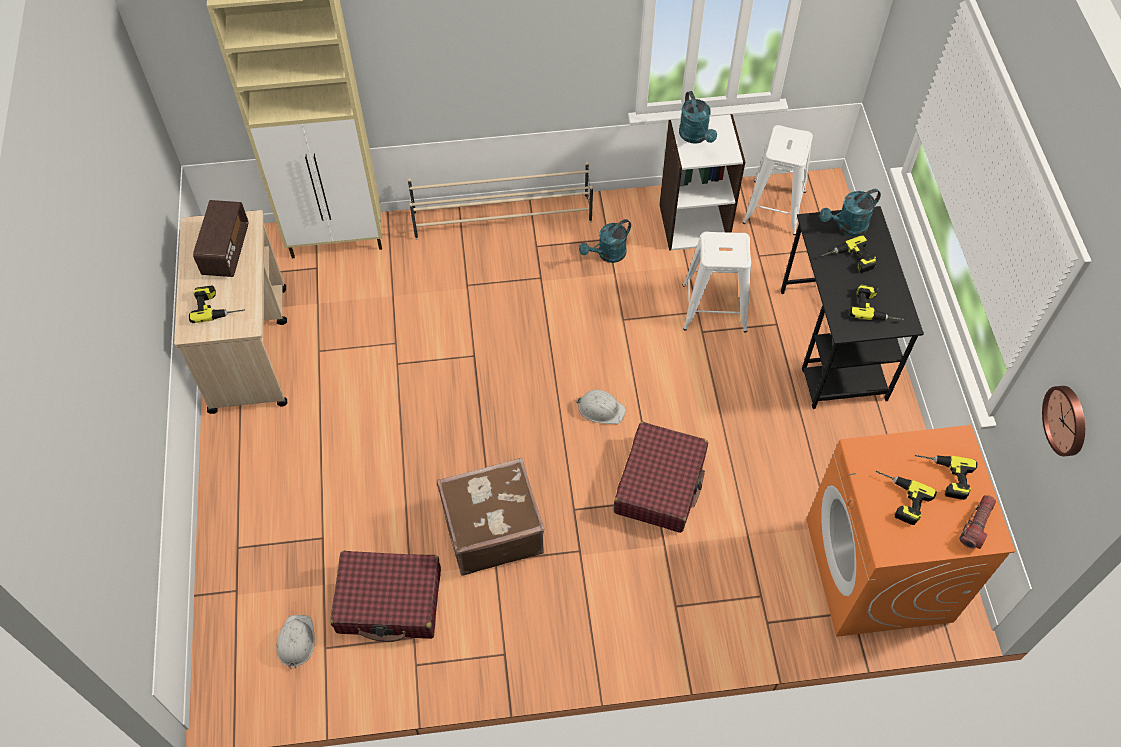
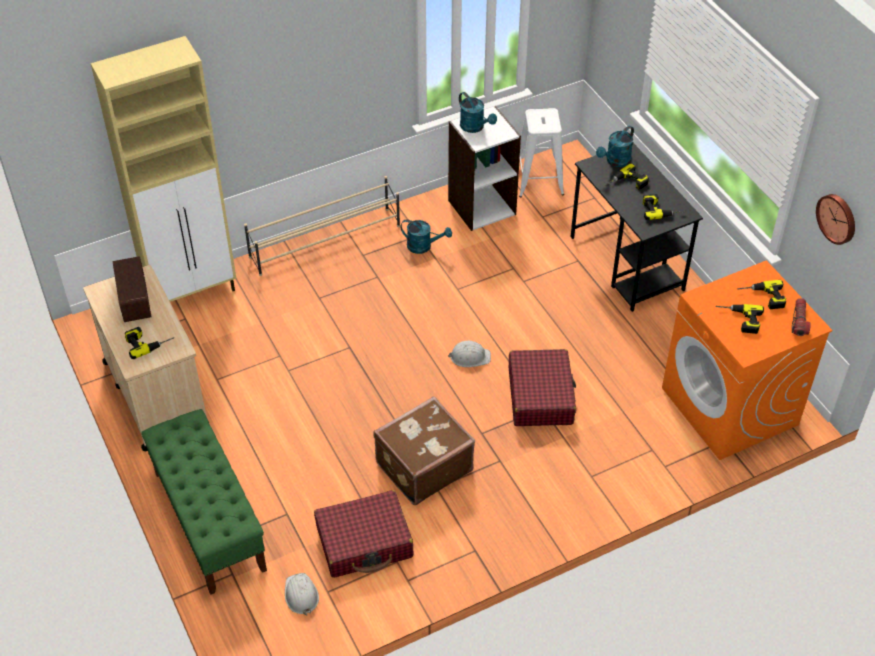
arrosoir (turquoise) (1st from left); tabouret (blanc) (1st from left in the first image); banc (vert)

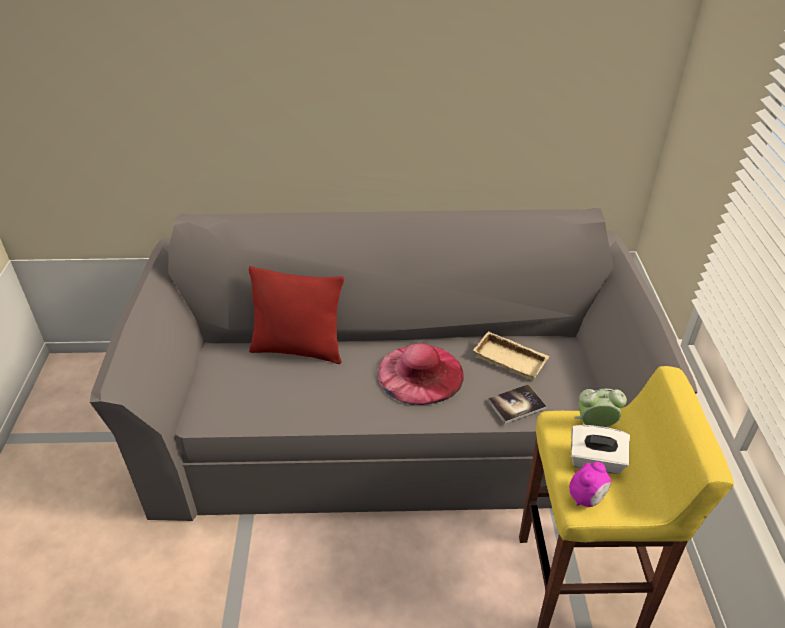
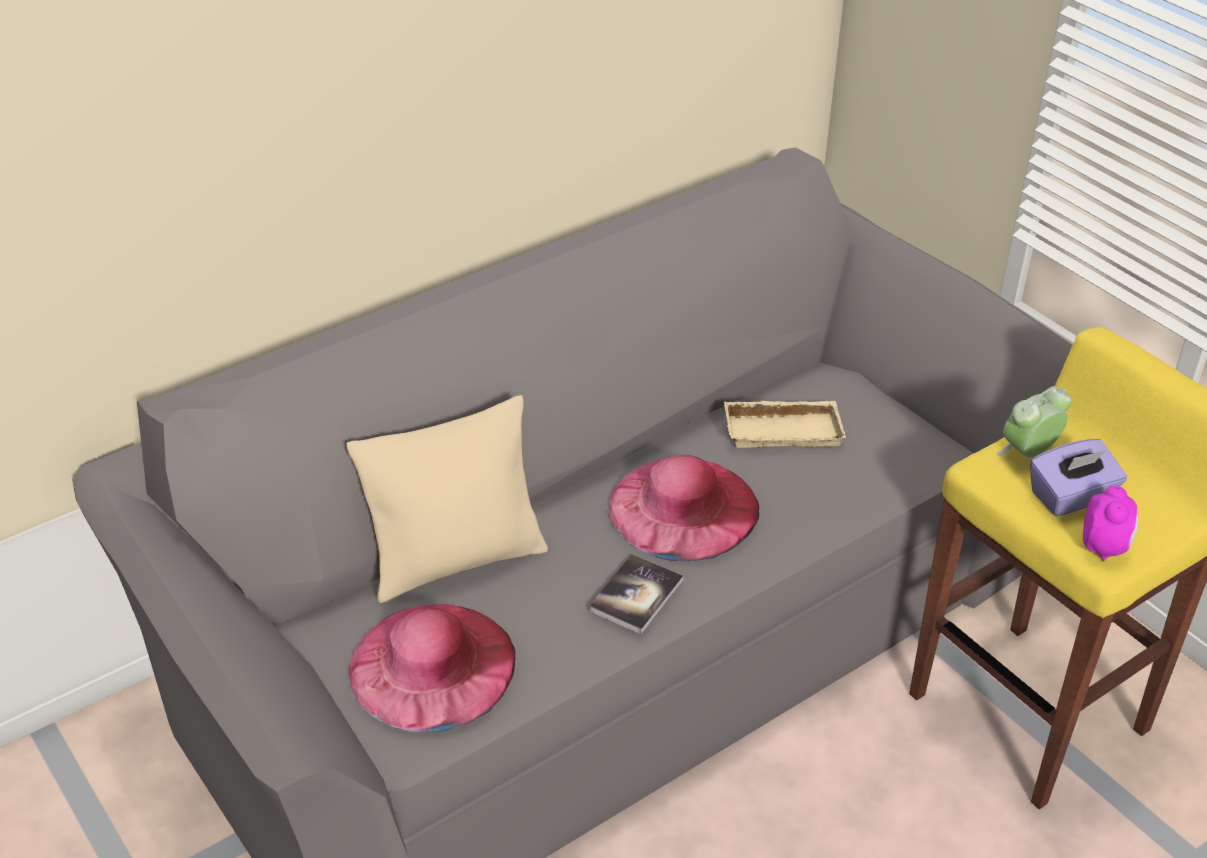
coussin (beige); livre; boîte à mouchoirs (violet); chapeau (rose) (1st from left)

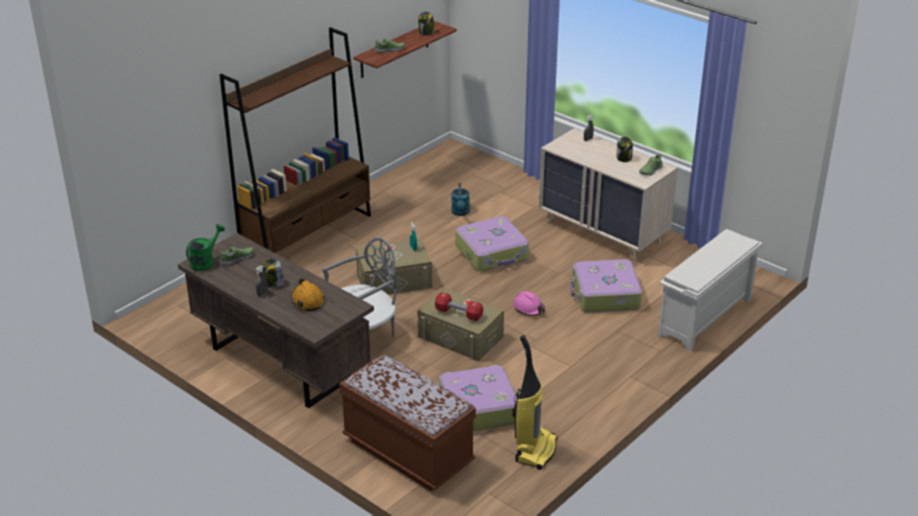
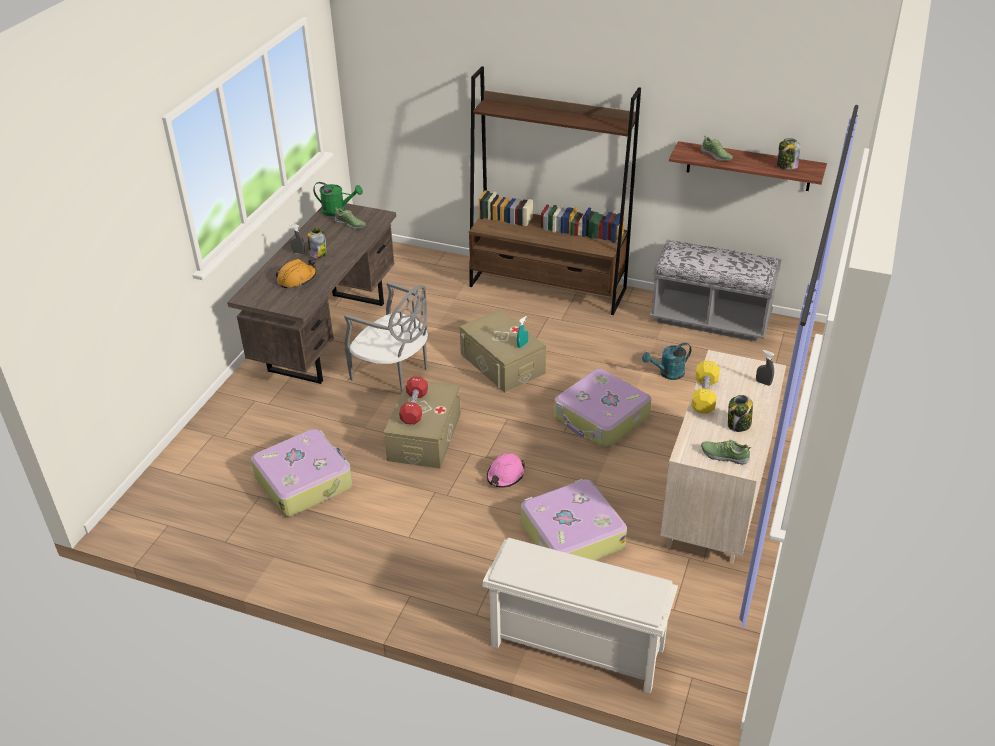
aspirateur; banc (marron); banc (gris); haltère (jaune)

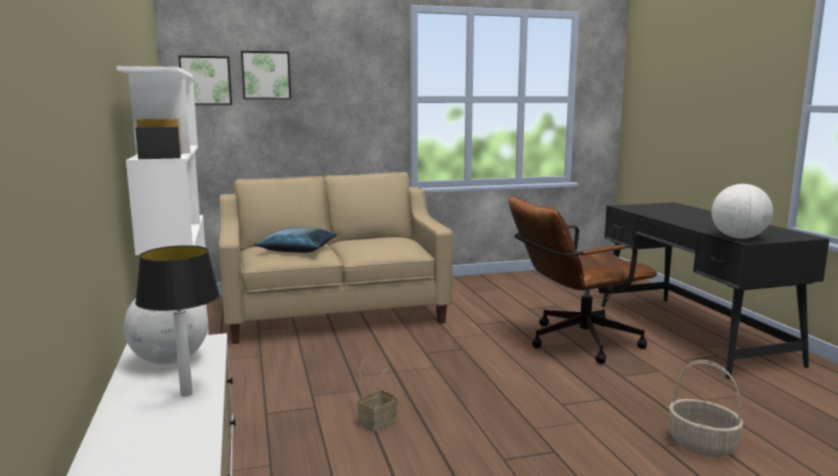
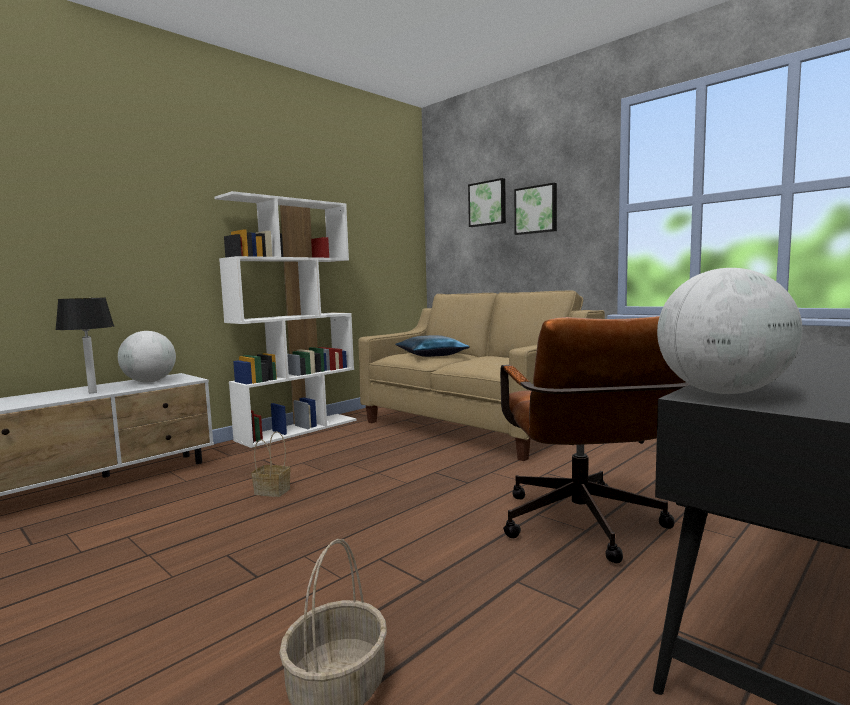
tableau (2nd from left); chaise de bureau (marron)

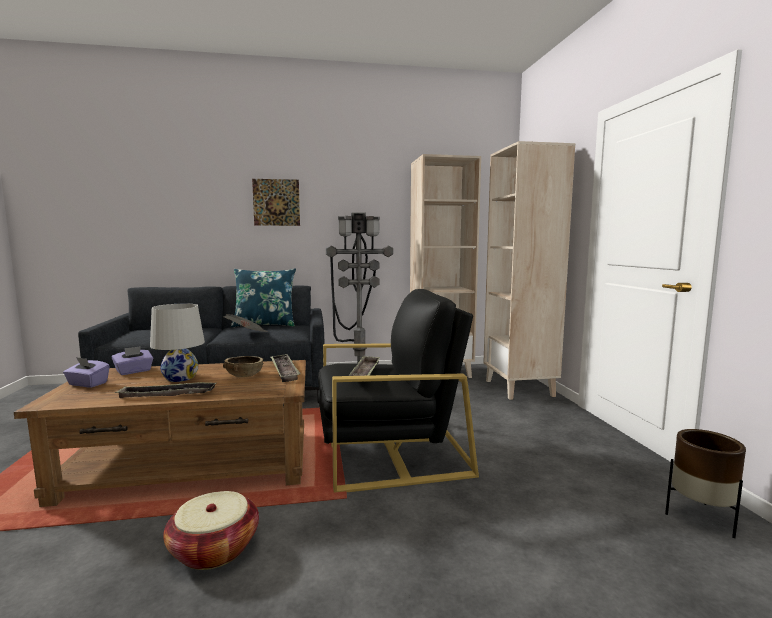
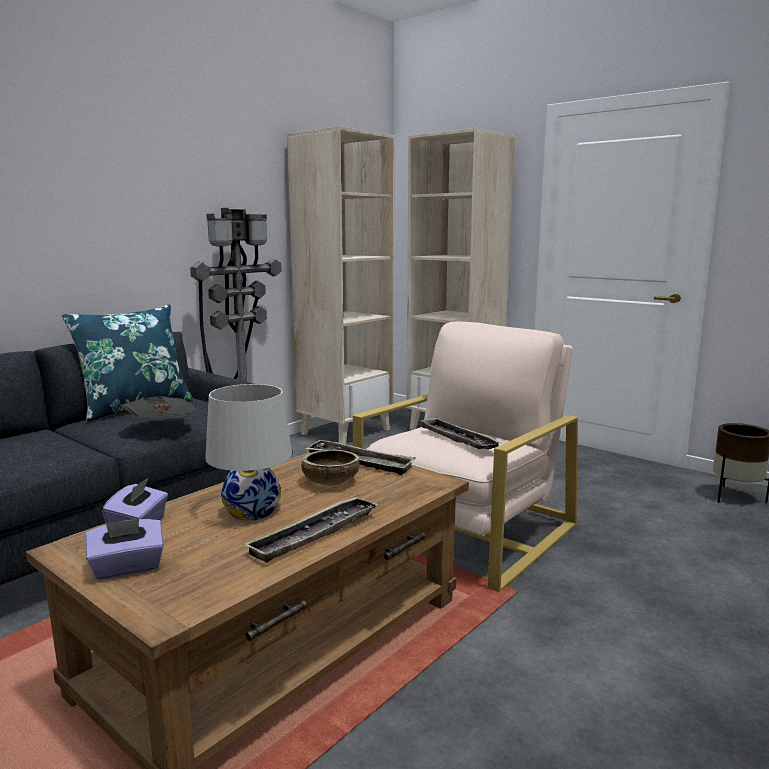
tableau; fauteuil (beige); panier

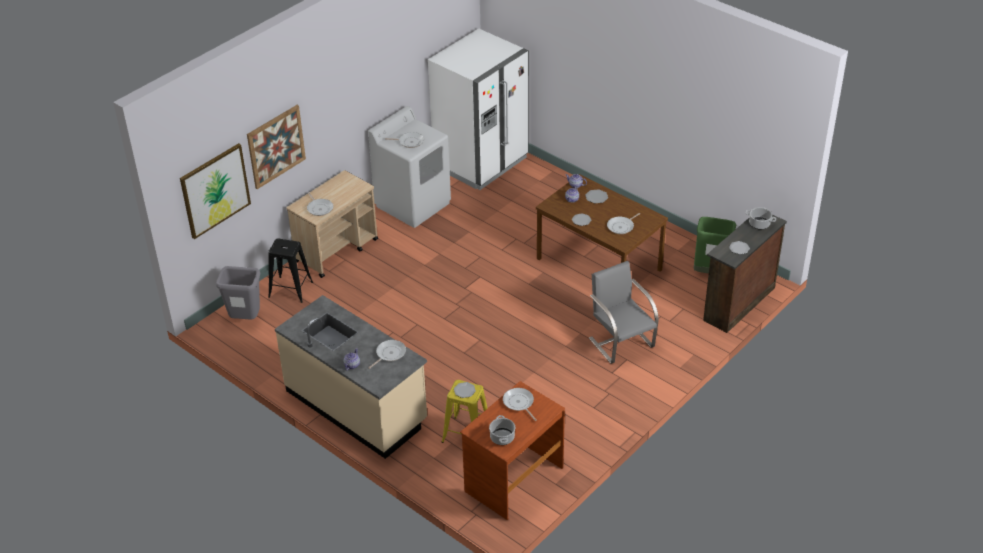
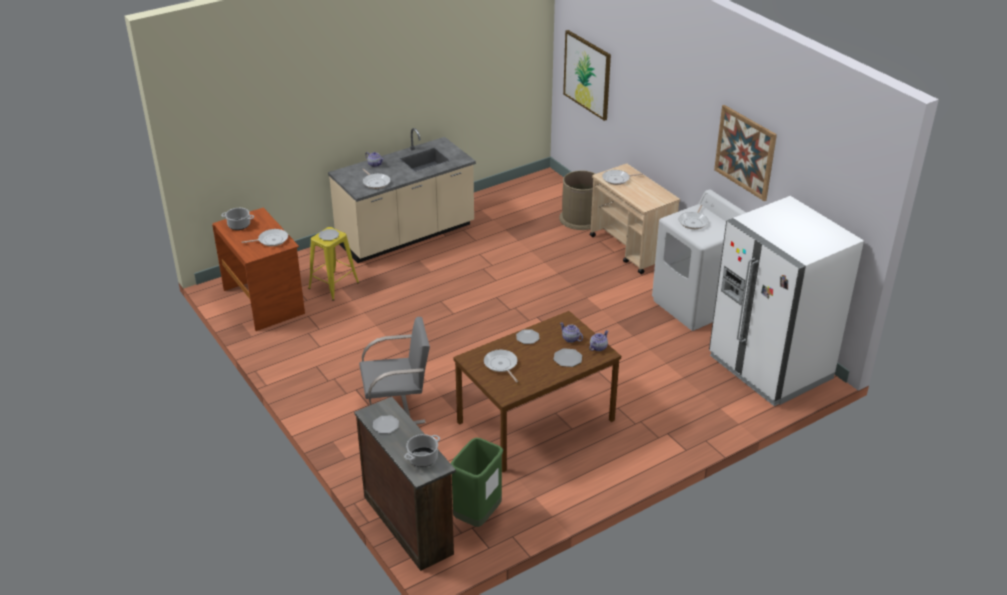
tableau (2nd from left); poubelle (marron); poubelle (gris)

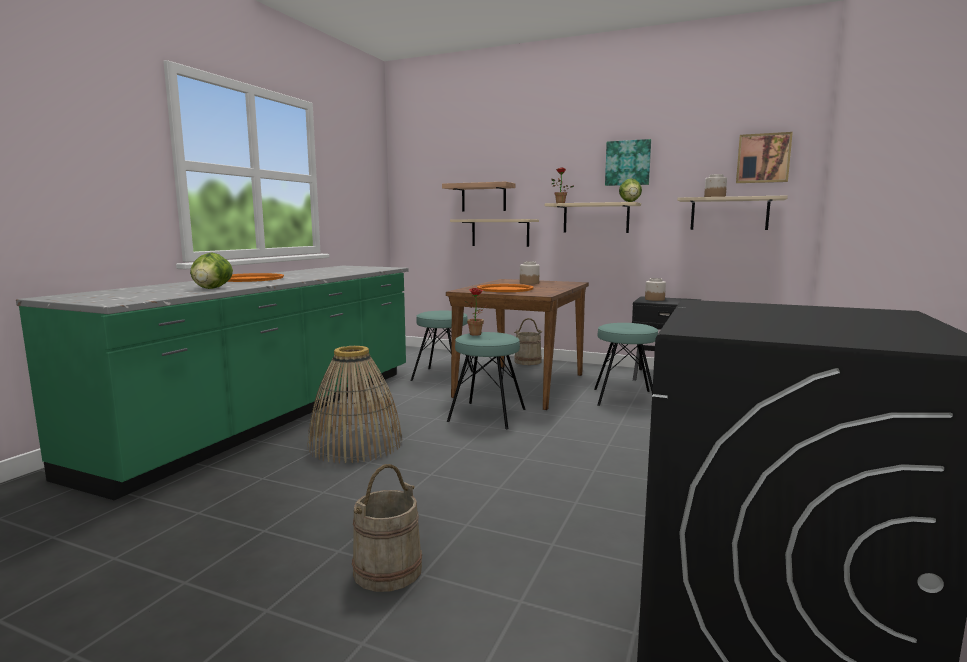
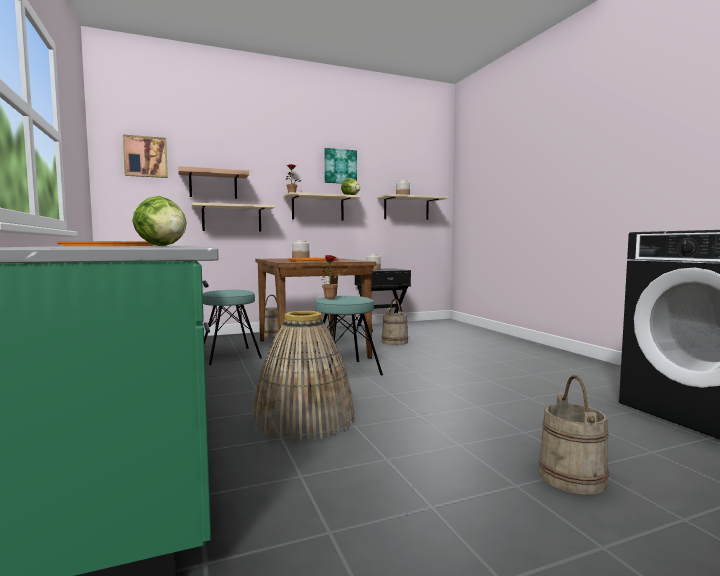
tableau (1st from left); seau (beige) (2nd from left)

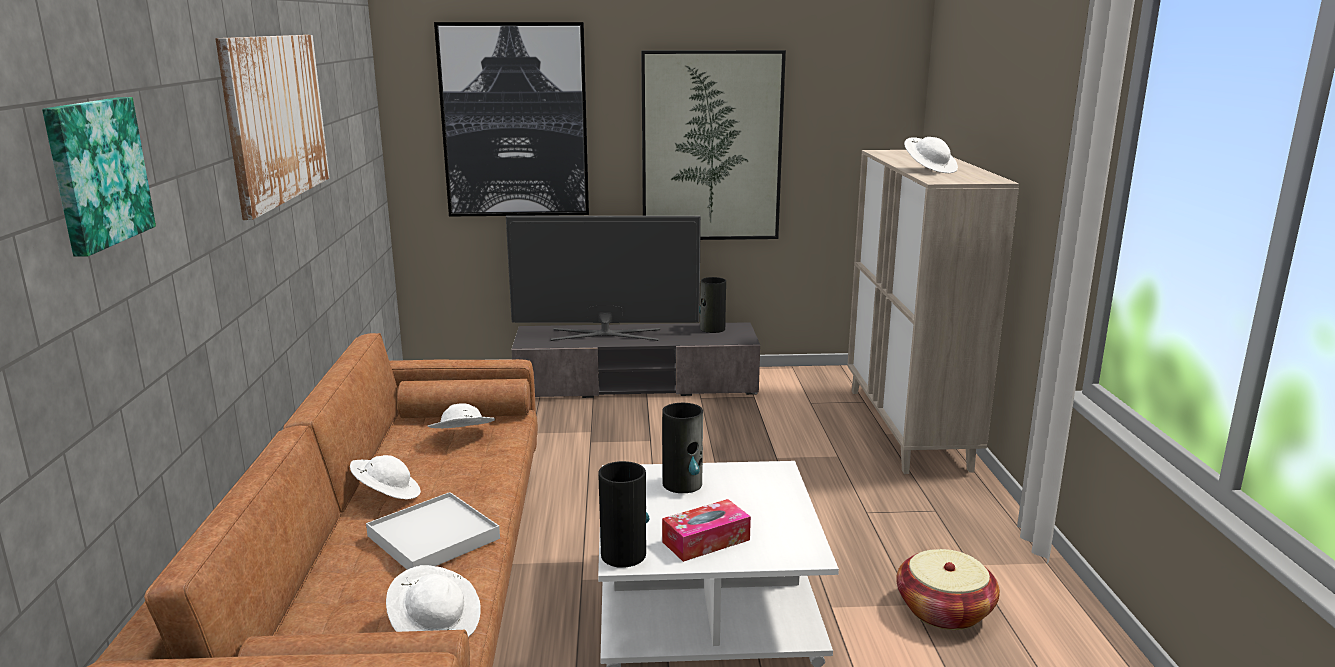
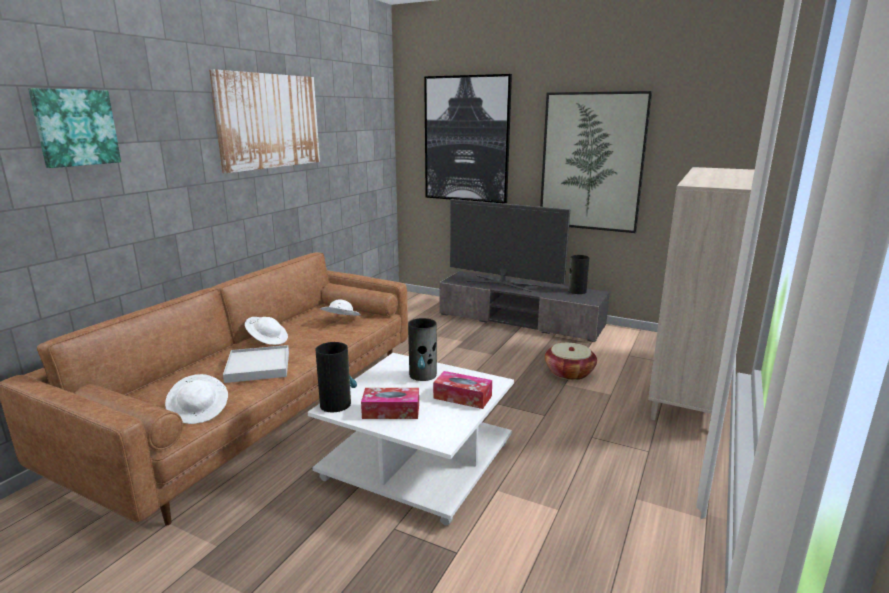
chapeau (blanc) (4th from left in the first image); panier; boîte à mouchoirs (2nd from left)

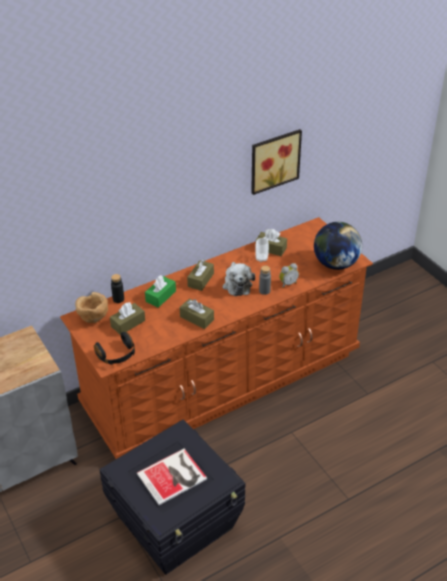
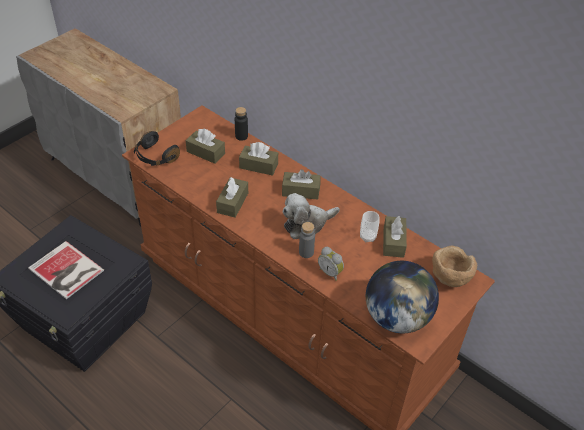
tableau; boîte à mouchoirs (marron) (3rd from left); bol (marron)

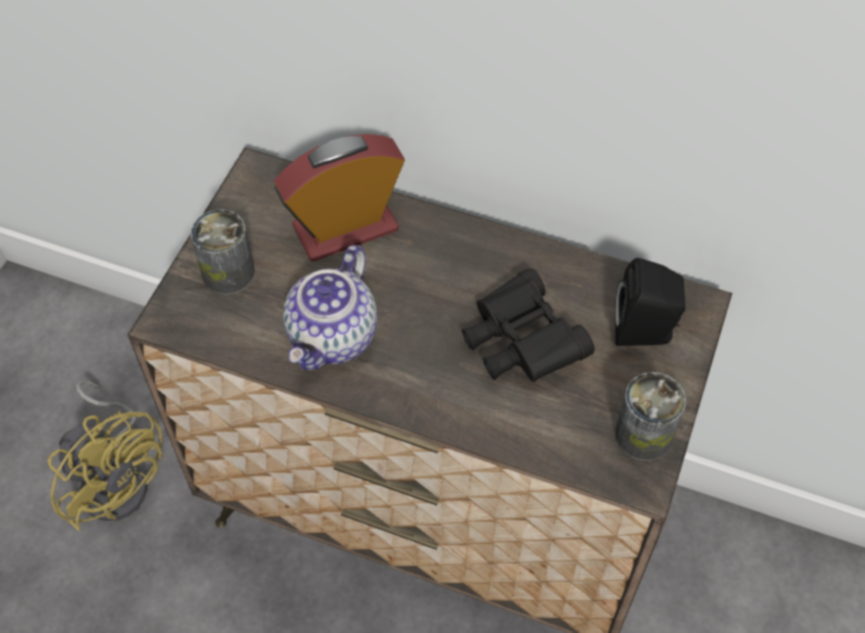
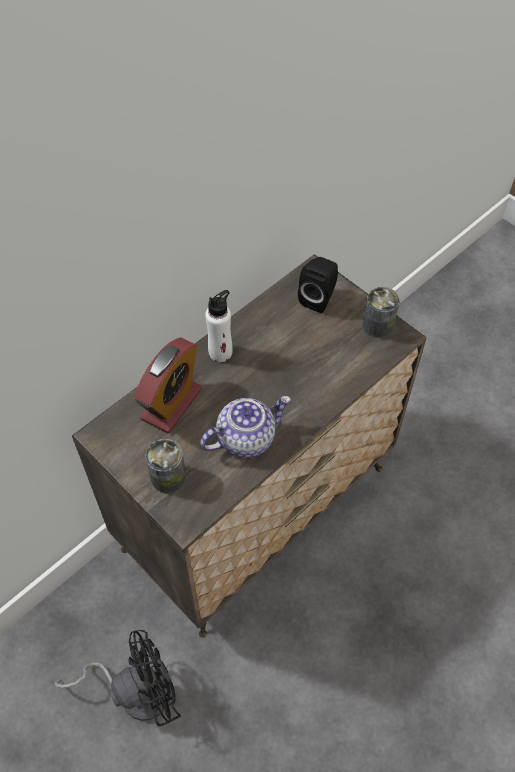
réveil; théière; jumelles (noir); ventilateur (noir); bouteille (blanc)

